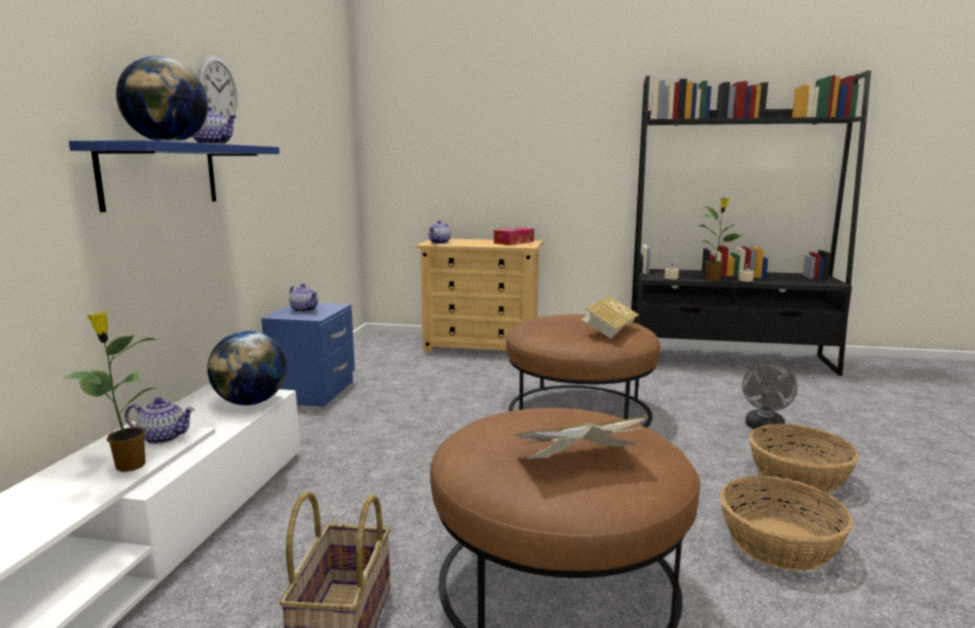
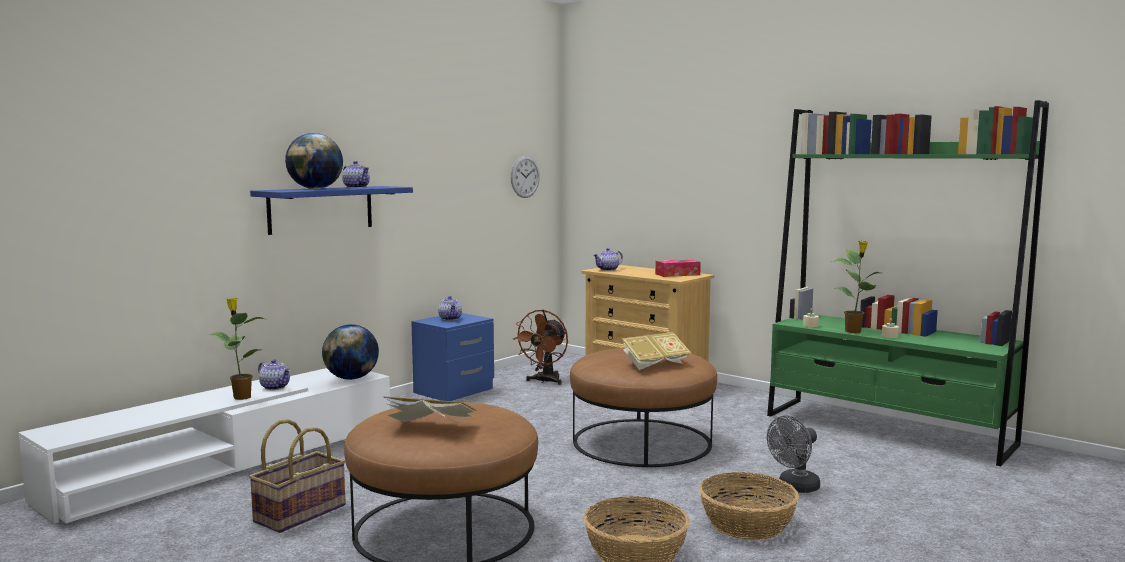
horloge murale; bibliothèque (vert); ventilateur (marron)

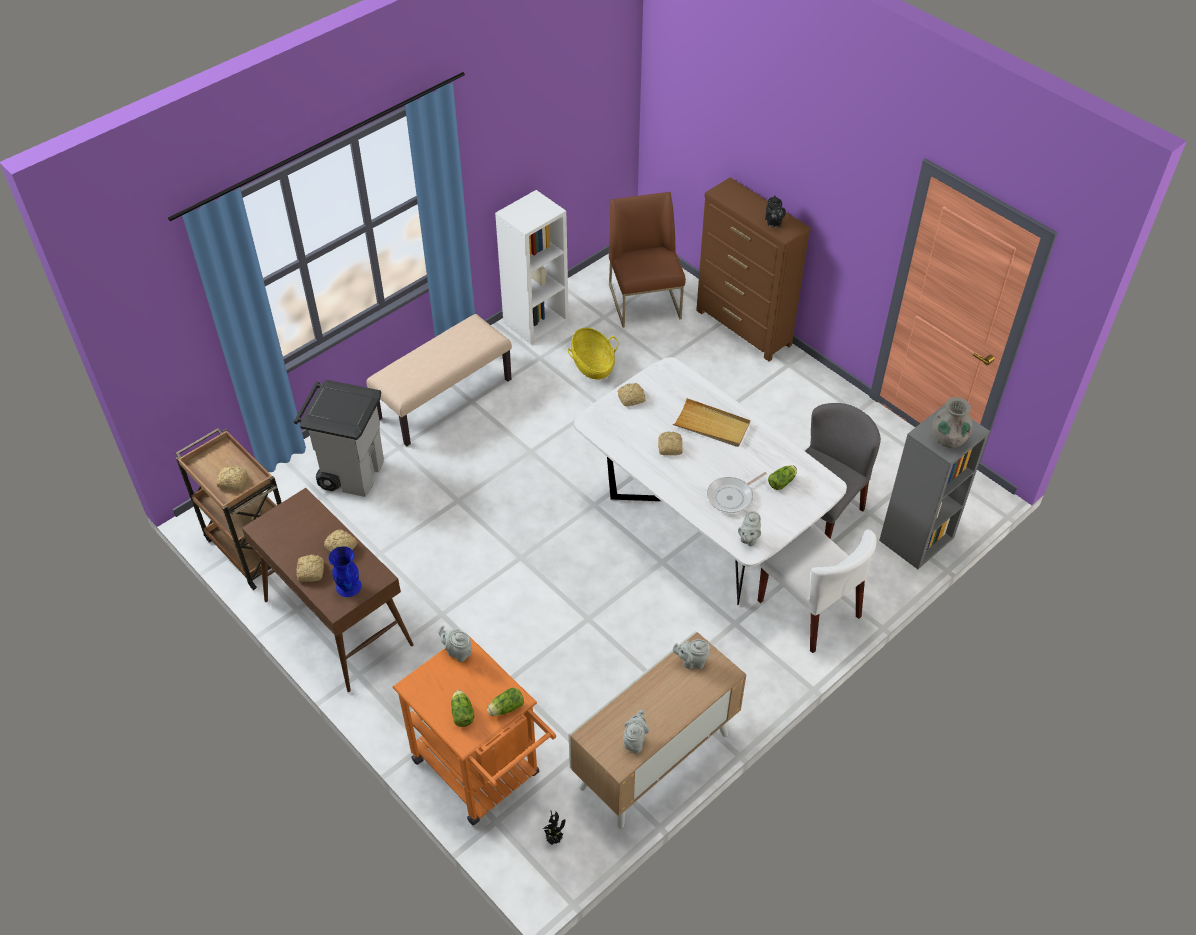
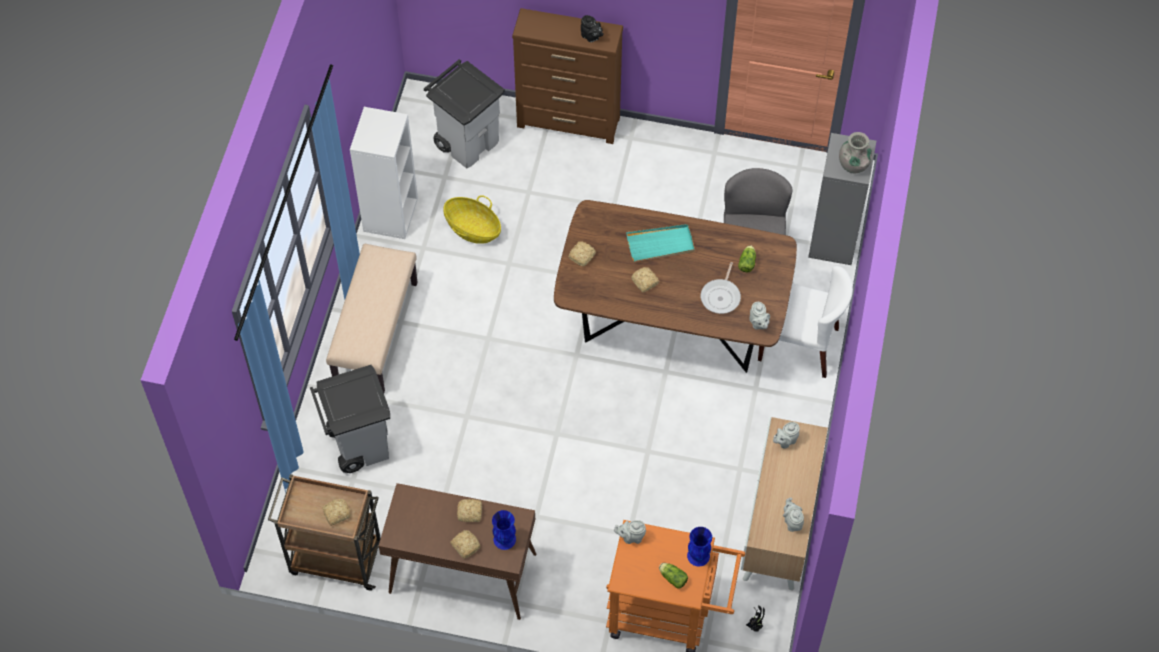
poubelle (gris) (2nd from left); table à manger (marron); plateau (turquoise); vase (bleu) (2nd from left)

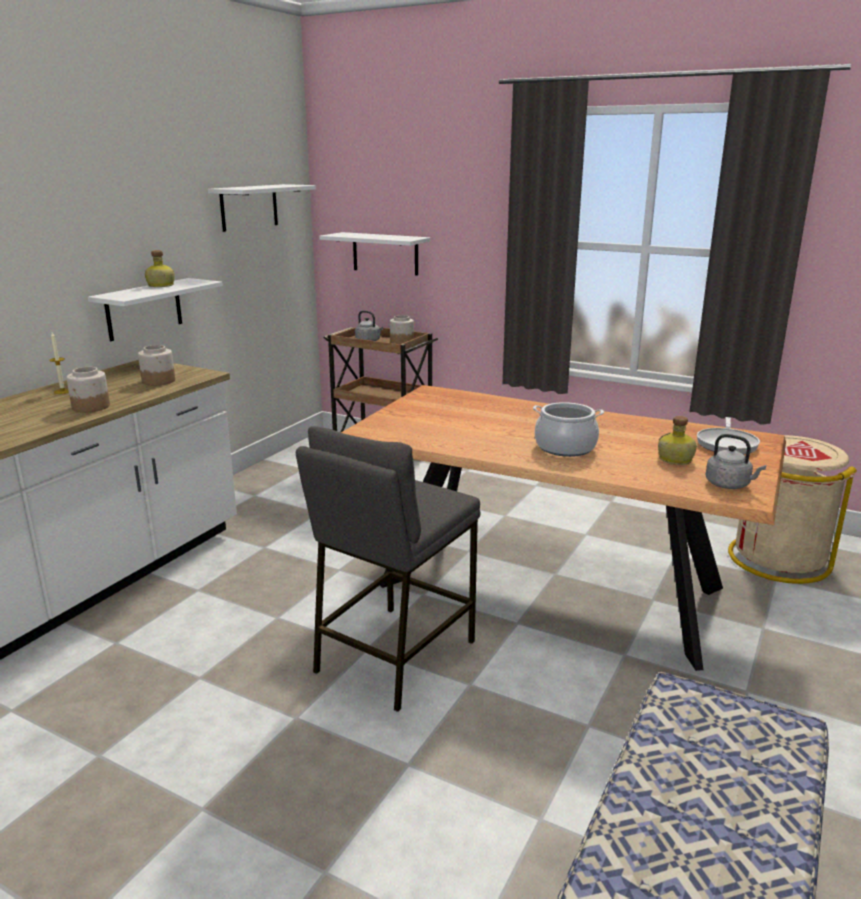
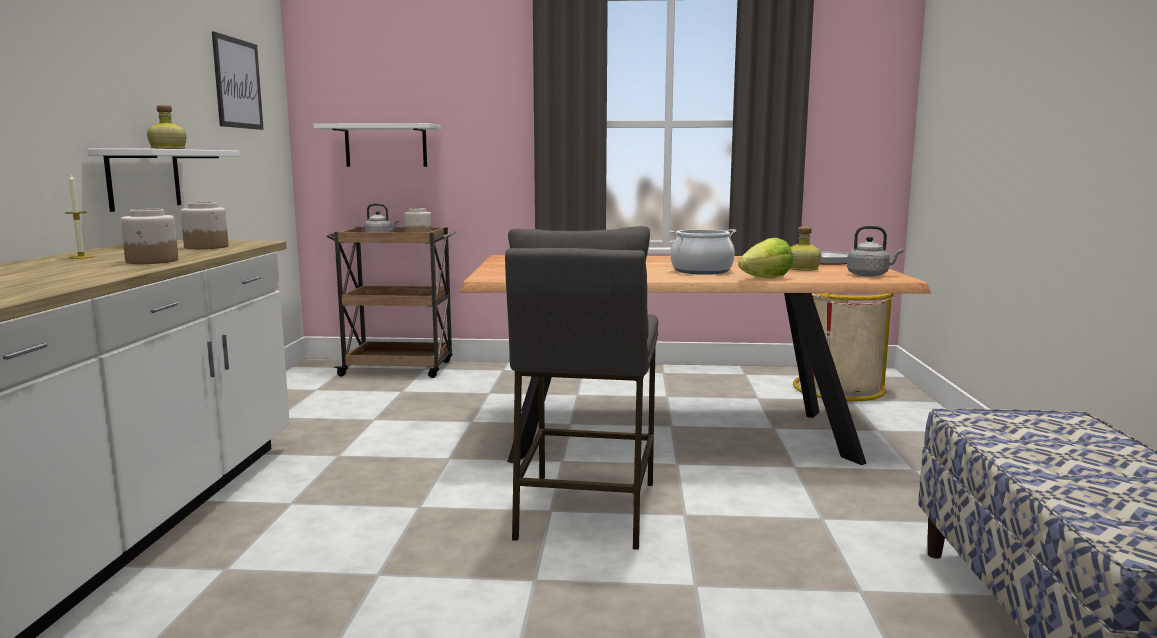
tableau; laitue

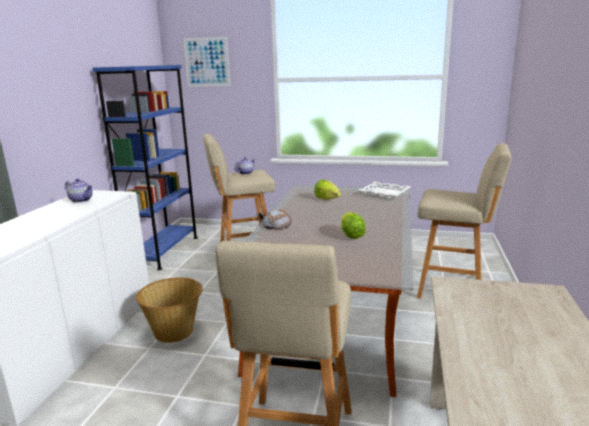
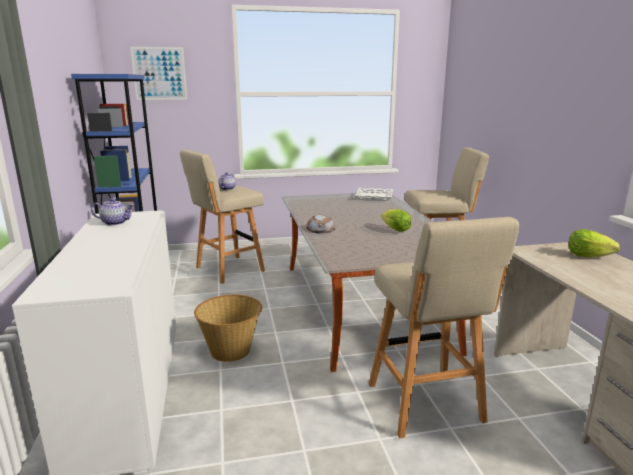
laitue (2nd from left)

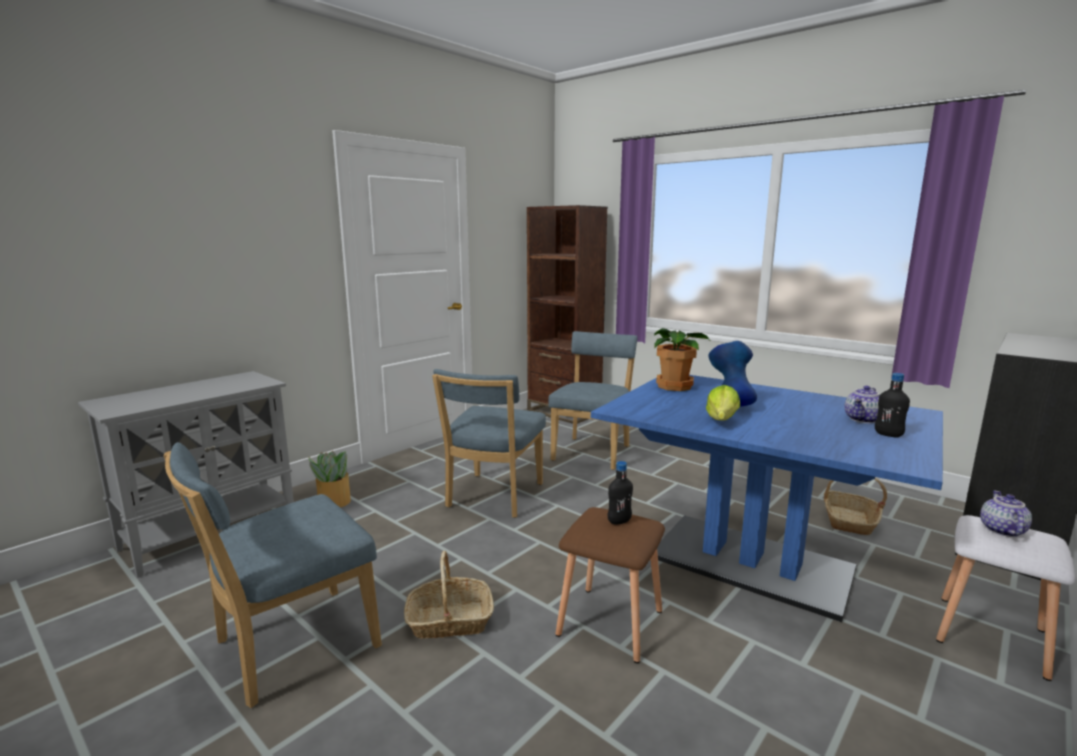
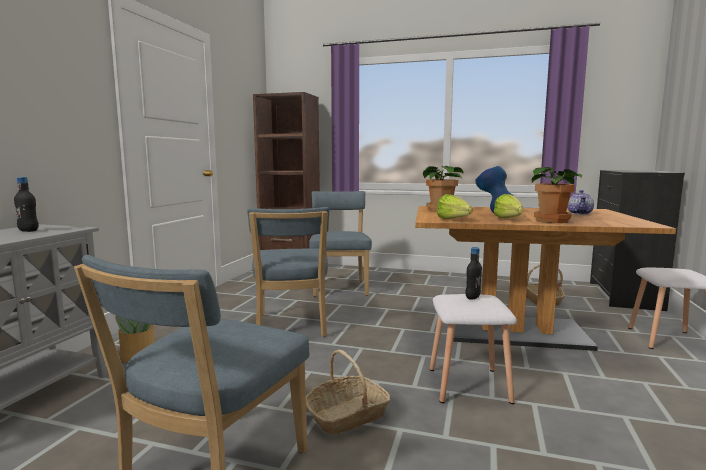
bouteille (noir) (1st from left); table à manger (marron); théière (2nd from left in the first image); tabouret (blanc) (1st from left); plante en pot (3rd from left); laitue (1st from left)

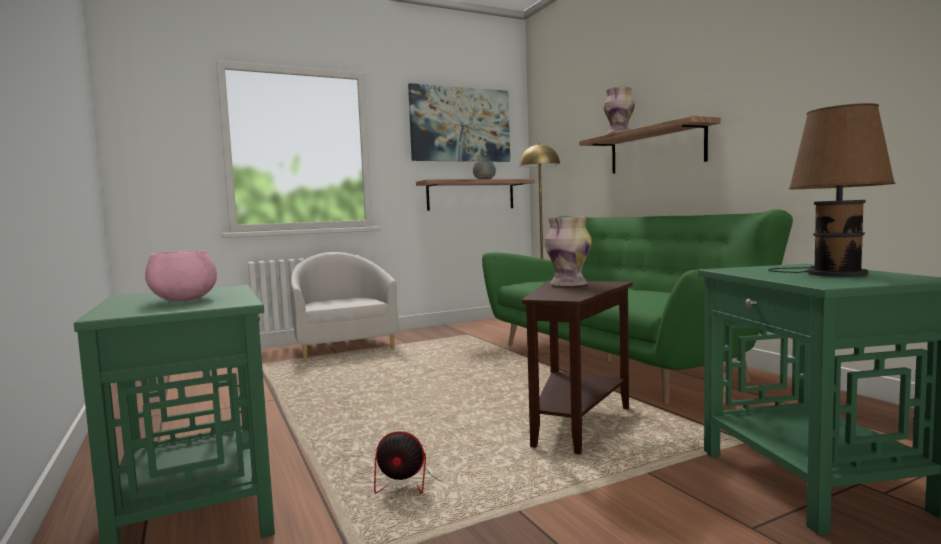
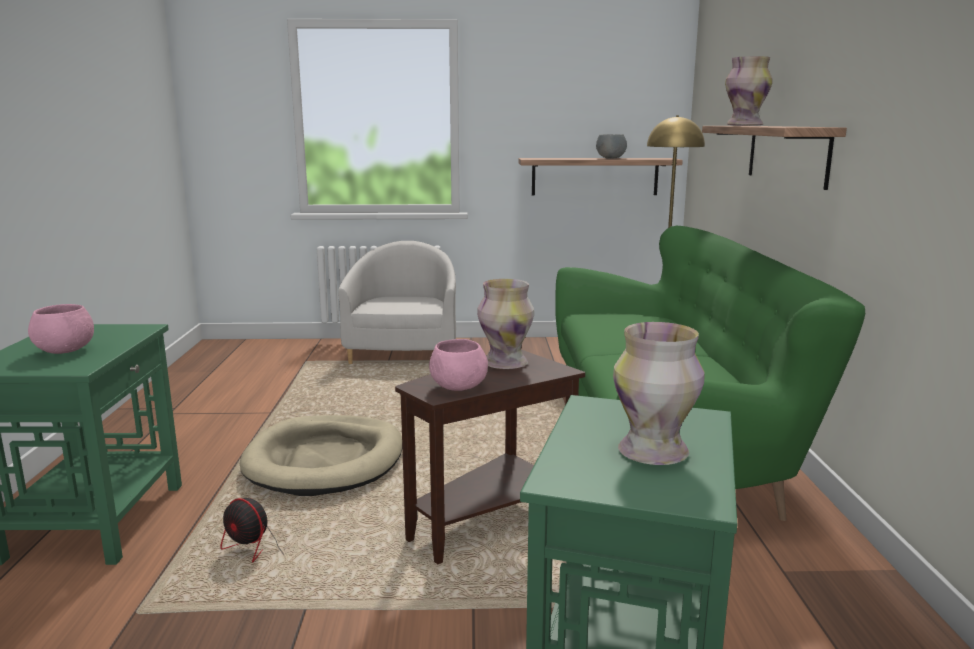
tableau; vase (2nd from left); bol (rose) (2nd from left); panier pour chien (beige)

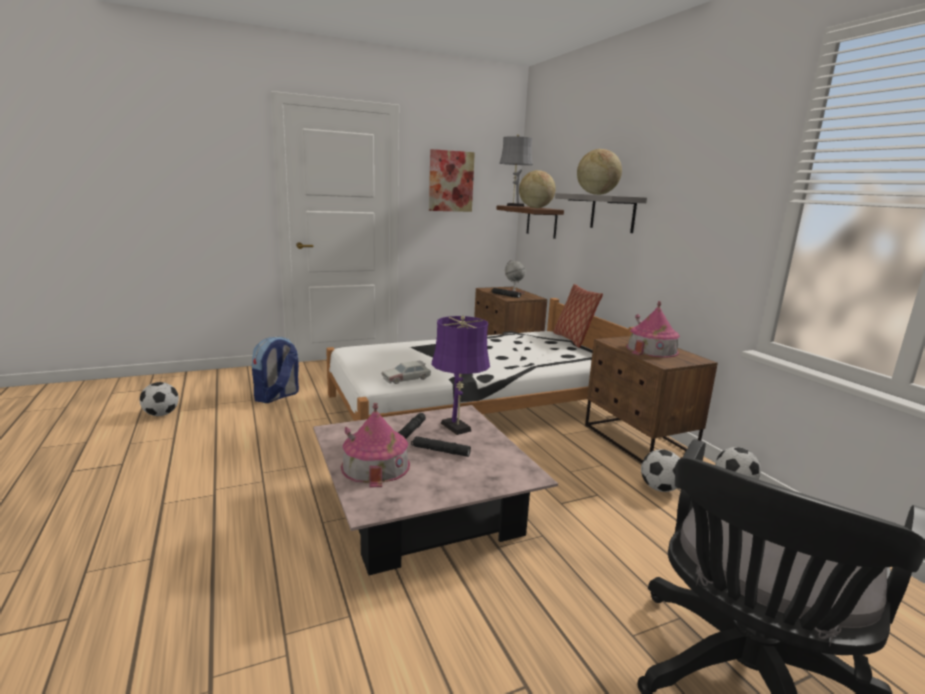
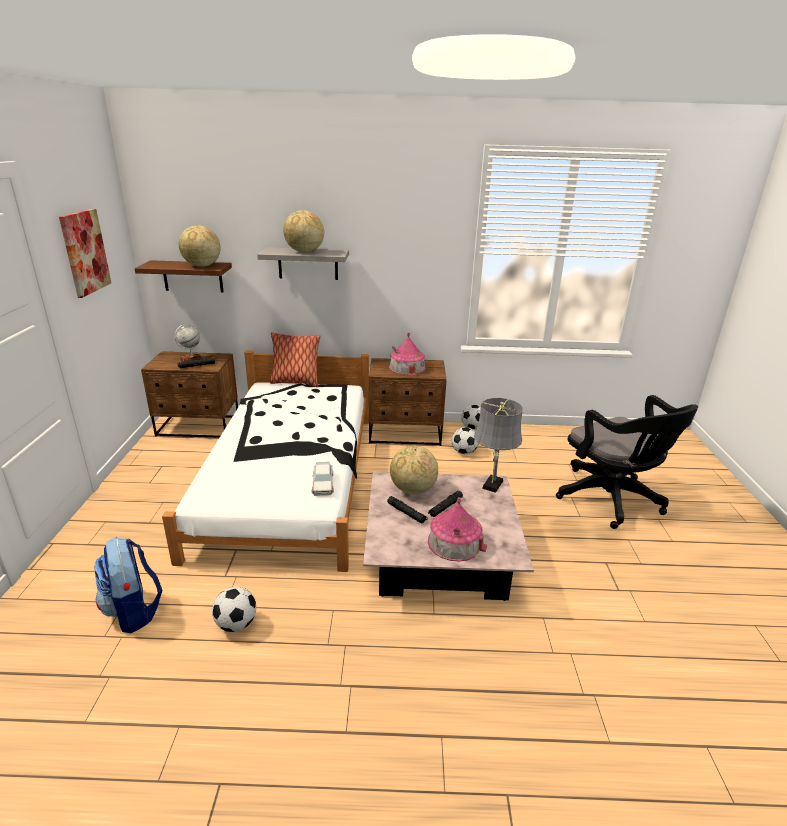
lampe de table (gris); globe (4th from left); ballon de foot (1st from left)

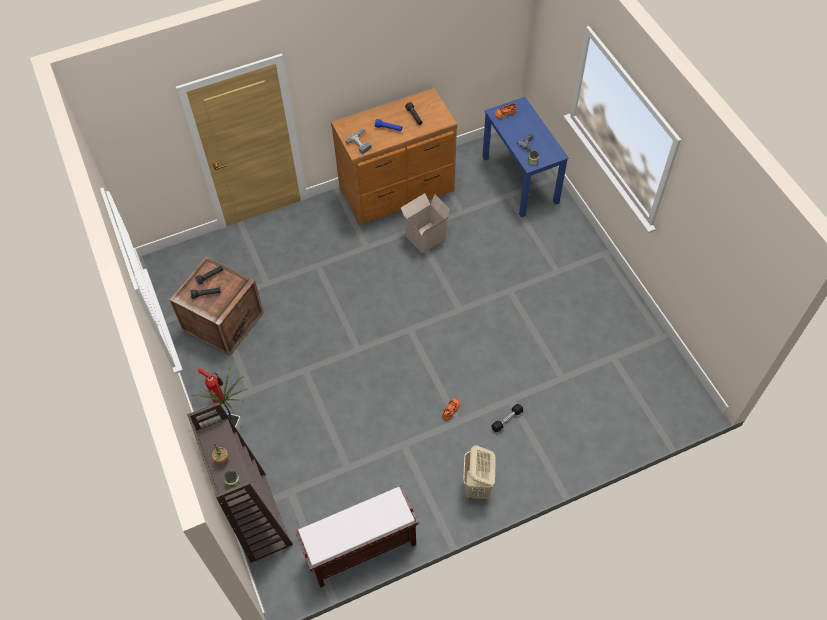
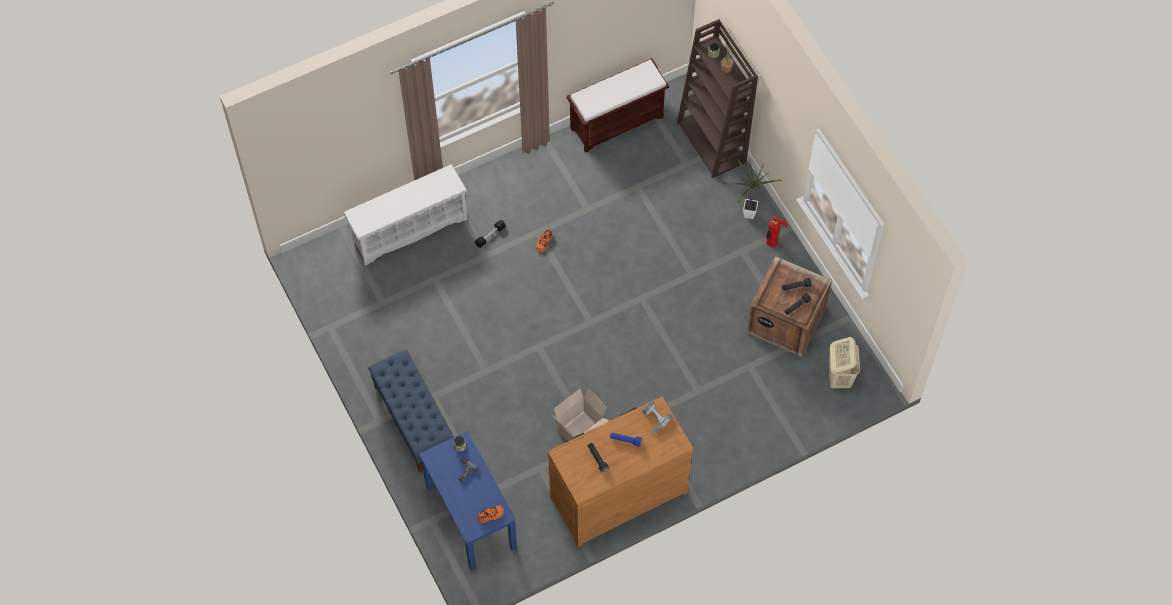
panier à linge (beige); étagère à chaussures (blanc); banc (bleu)

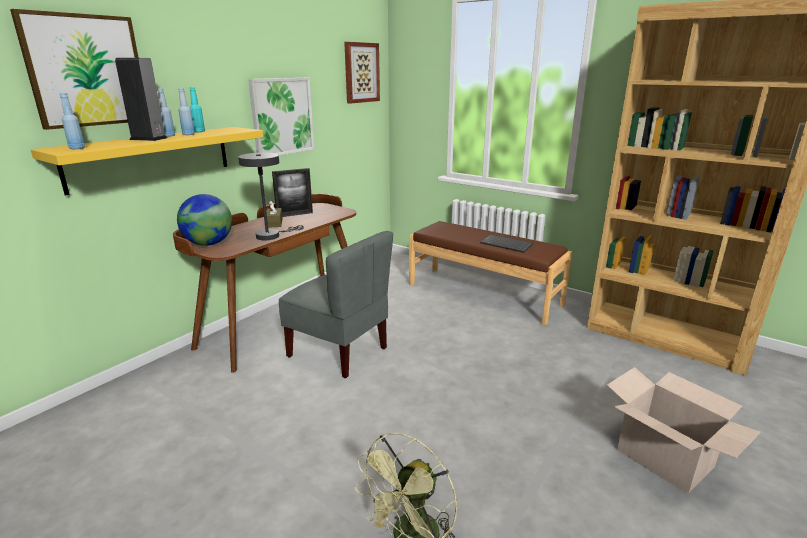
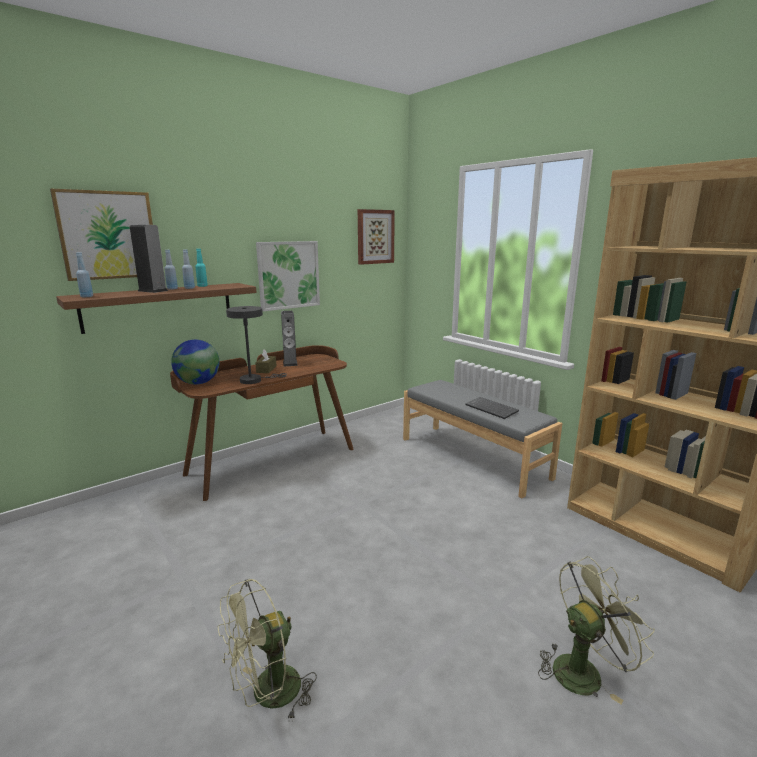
étagère (marron); enceinte (2nd from left); banc (gris); chaise (gris); ventilateur (vert) (2nd from left)

